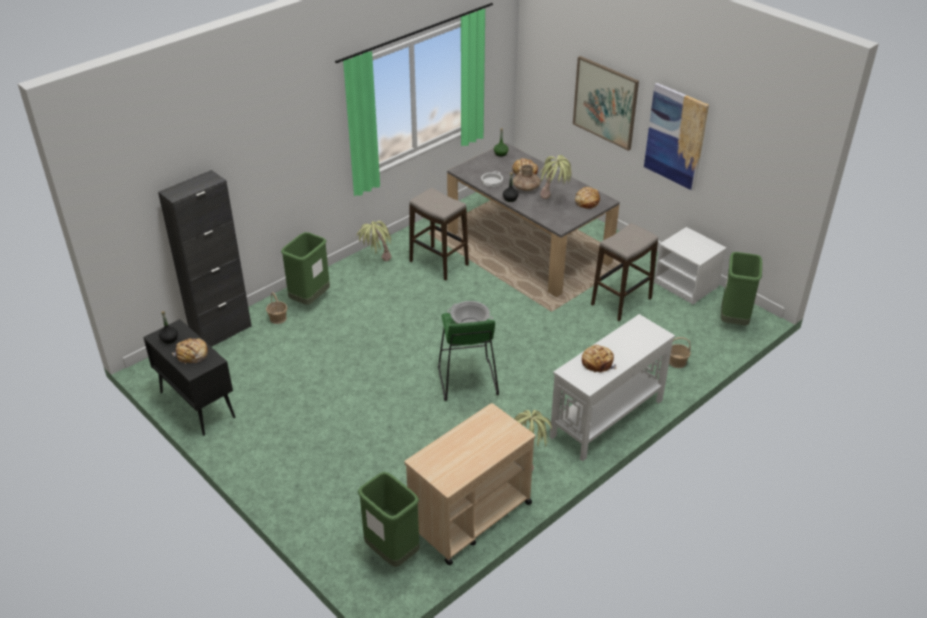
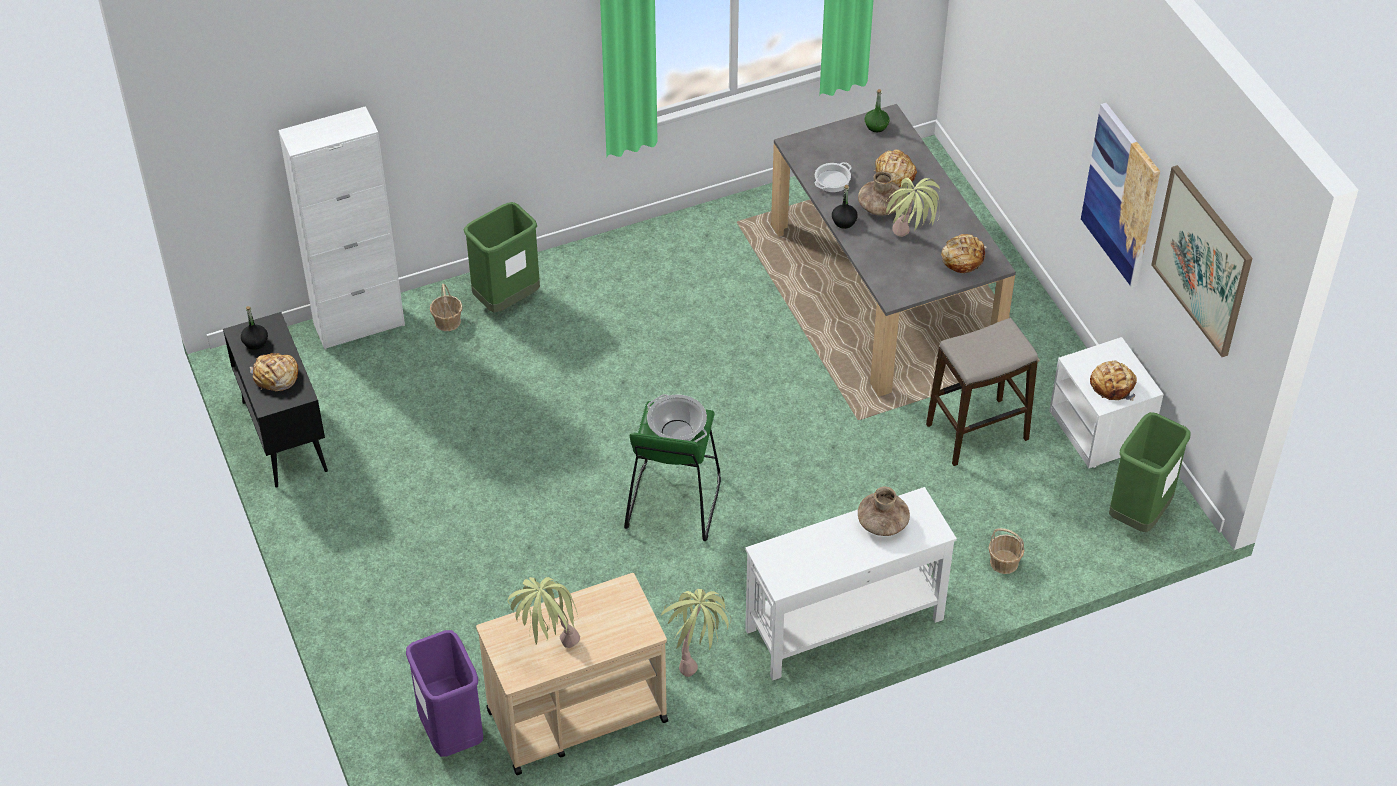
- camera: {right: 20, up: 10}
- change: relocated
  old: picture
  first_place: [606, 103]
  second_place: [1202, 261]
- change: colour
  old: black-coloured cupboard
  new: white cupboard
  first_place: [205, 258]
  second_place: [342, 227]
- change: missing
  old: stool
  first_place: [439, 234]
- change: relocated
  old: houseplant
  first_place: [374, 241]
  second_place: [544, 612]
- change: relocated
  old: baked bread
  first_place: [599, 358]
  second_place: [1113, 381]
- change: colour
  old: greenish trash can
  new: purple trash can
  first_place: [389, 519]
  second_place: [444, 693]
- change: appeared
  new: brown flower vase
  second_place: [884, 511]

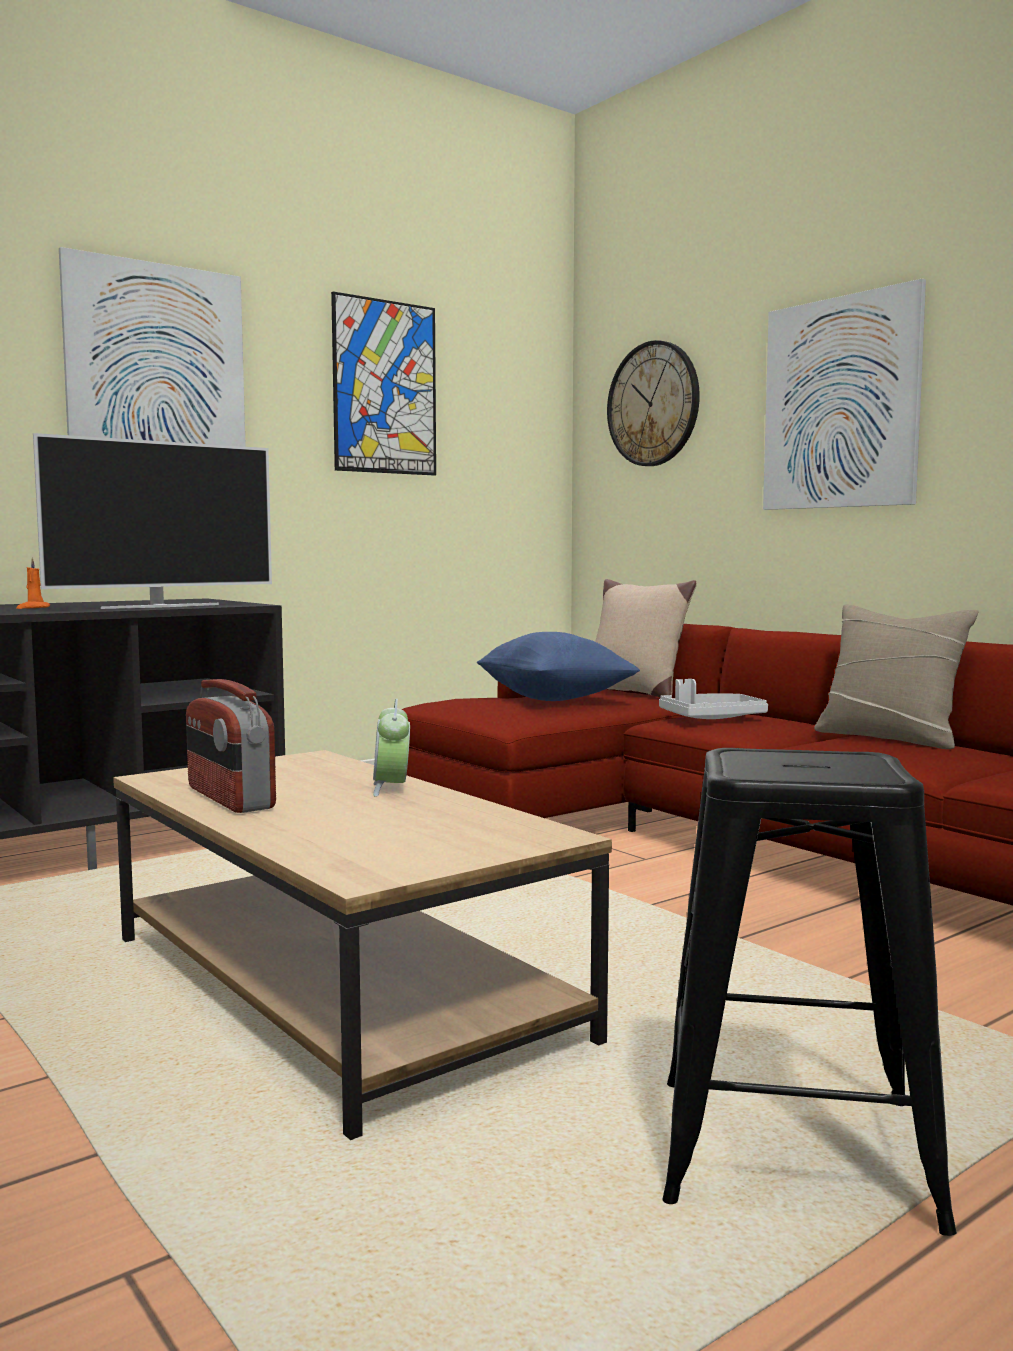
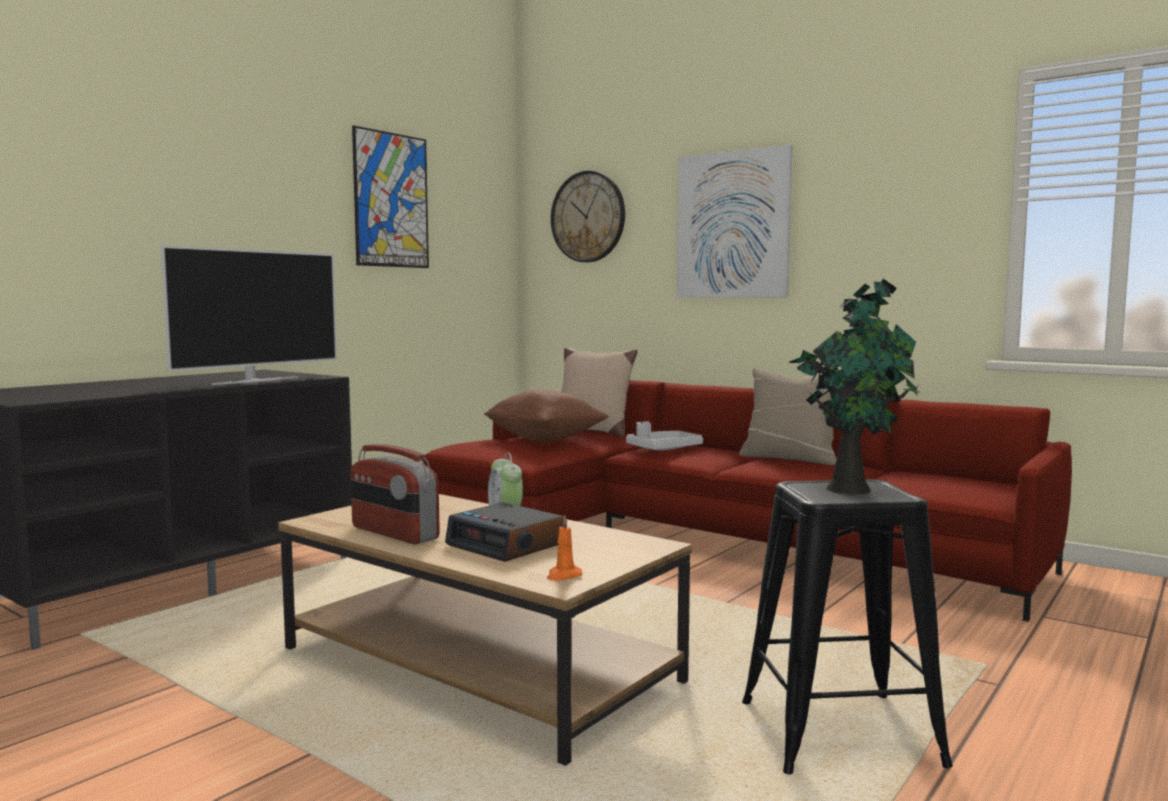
- camera: {right: -15, up: 0}
- change: missing
  old: picture
  first_place: [152, 347]
- change: relocated
  old: orange wax light
  first_place: [33, 583]
  second_place: [564, 548]
- change: colour
  old: blue-coloured cushion
  new: brown cushion
  first_place: [558, 666]
  second_place: [546, 415]
- change: appeared
  new: houseplant
  second_place: [855, 386]
- change: appeared
  new: bedside clock
  second_place: [506, 532]

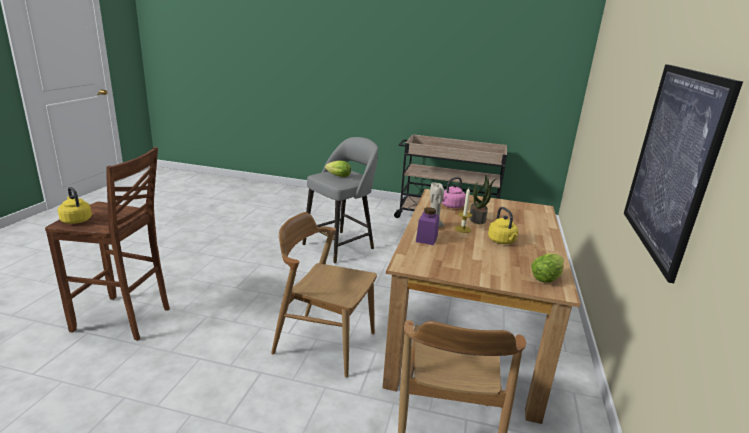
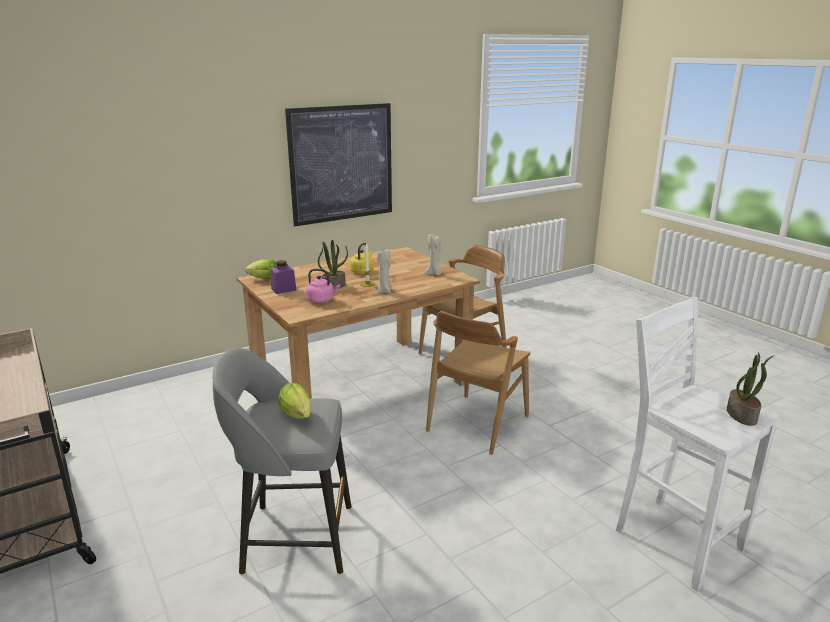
- camera: {right: -135, up: 0}
- change: colour
  old: brown stool
  new: white stool
  first_place: [107, 244]
  second_place: [697, 444]
- change: exchanged
  old: yellowish kettle
  new: houseplant
  first_place: [75, 205]
  second_place: [750, 389]
- change: relocated
  old: purple storage jar
  first_place: [427, 226]
  second_place: [283, 277]
- change: spun
  old: brown plain chair
  first_place: [324, 295]
  second_place: [478, 383]
  degrees: 60
- change: relocated
  old: lettuce
  first_place: [547, 268]
  second_place: [261, 269]
- change: appeared
  new: beige wax light
  second_place: [434, 254]

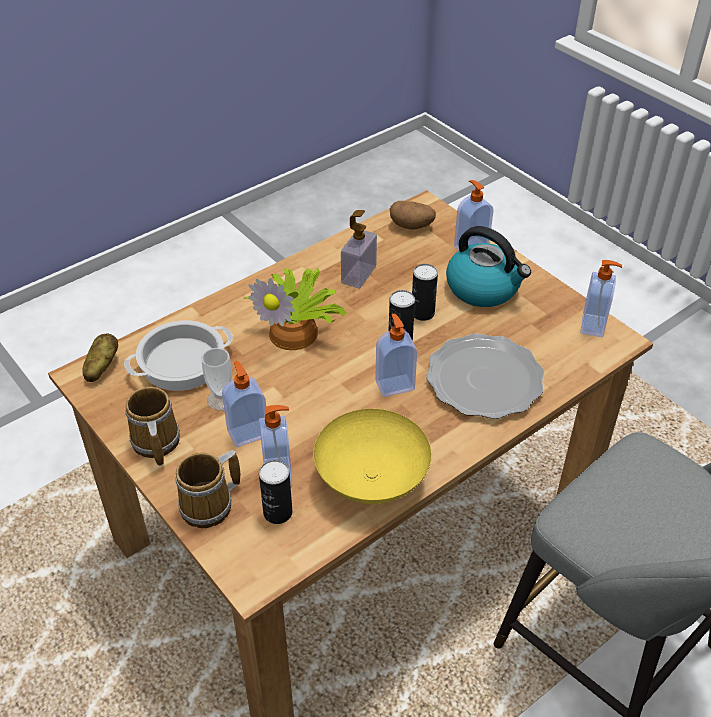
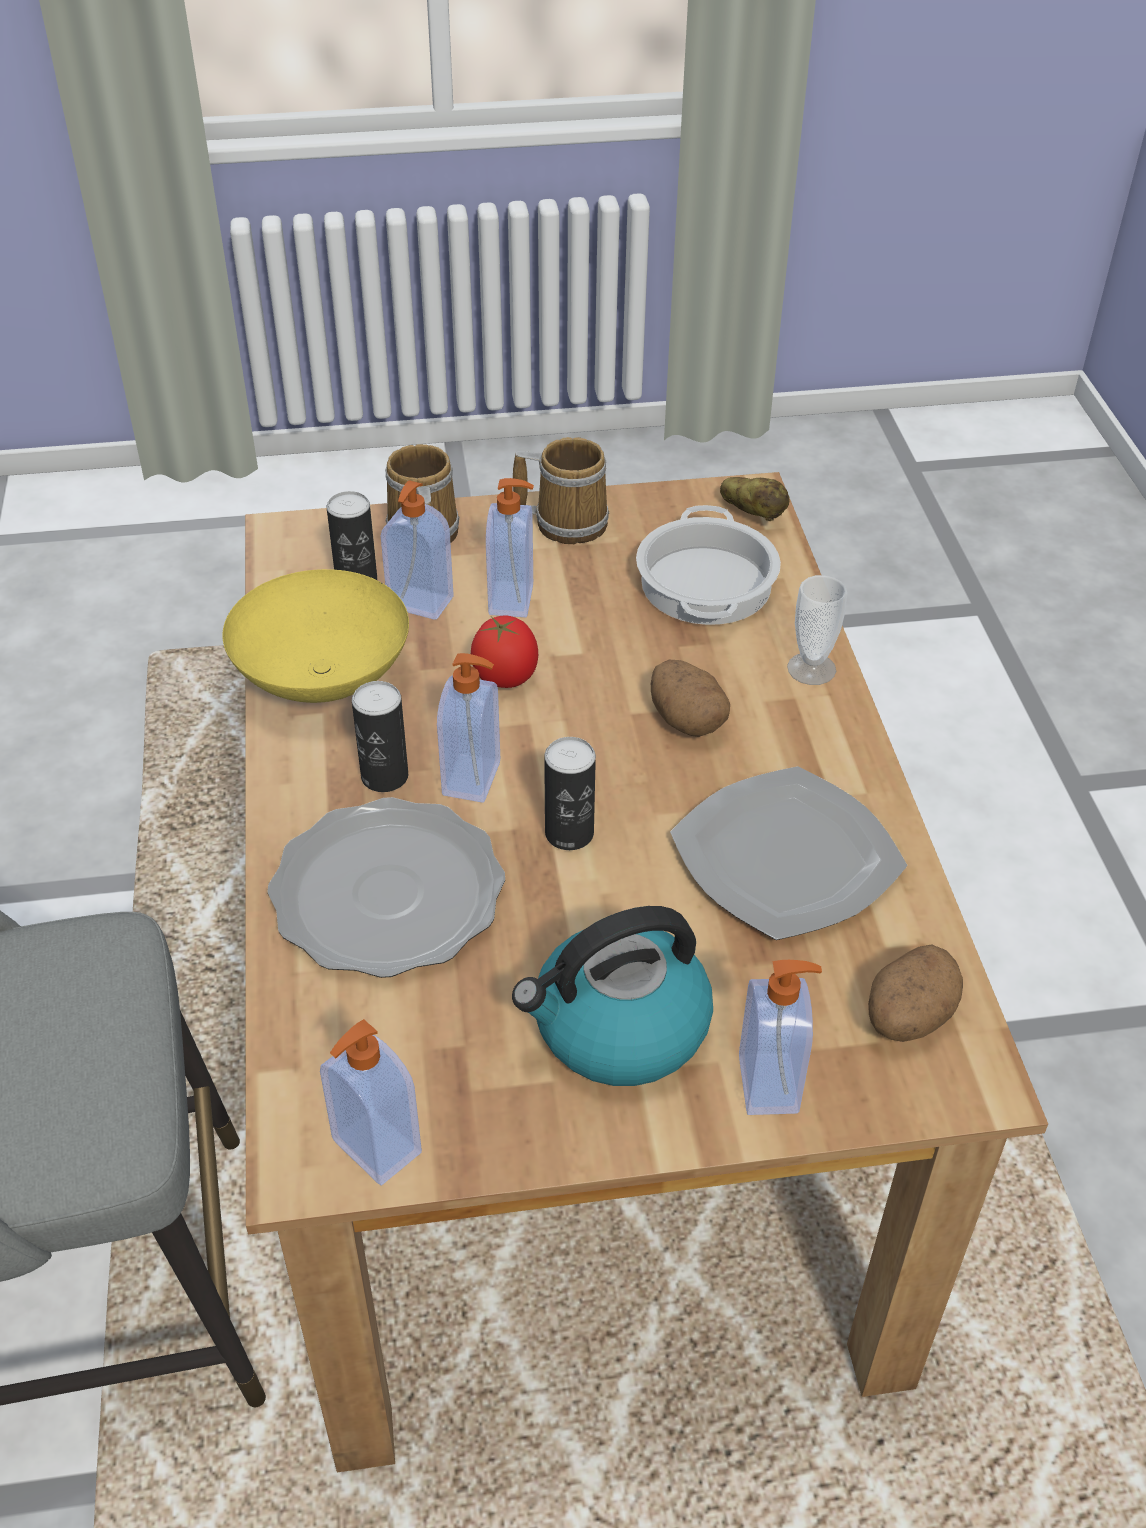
- camera: {right: 120, up: 0}
- change: exchanged
  old: soap dispenser
  new: dinner plate
  first_place: [359, 249]
  second_place: [789, 853]
- change: relocated
  old: metal can
  first_place: [425, 292]
  second_place: [380, 736]
- change: exchanged
  old: houseplant
  new: spud
  first_place: [296, 309]
  second_place: [690, 698]
- change: relocated
  old: small cup
  first_place: [216, 379]
  second_place: [817, 630]
- change: appeared
  new: whole tomato
  second_place: [504, 651]

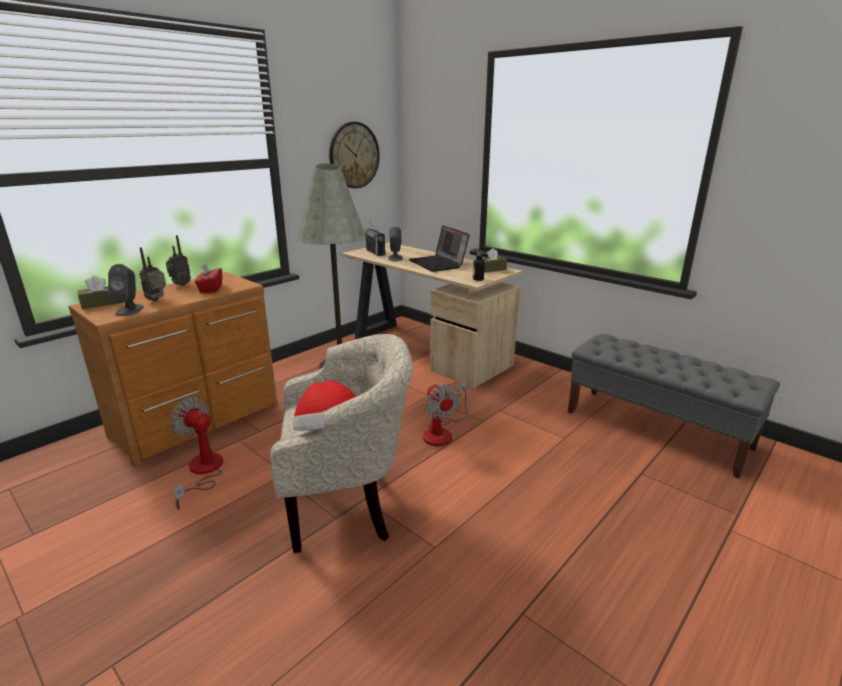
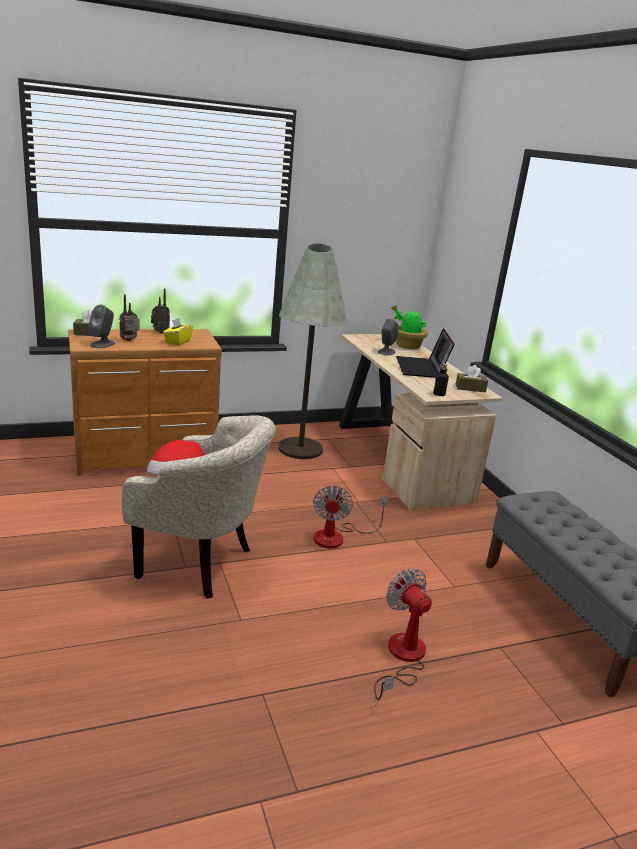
- camera: {right: 25, up: 0}
- change: missing
  old: clock on the wall
  first_place: [354, 155]
- change: missing
  old: radio set
  first_place: [375, 239]
- change: colour
  old: red tissue holder
  new: yellowish tissue holder
  first_place: [208, 278]
  second_place: [178, 331]
- change: relocated
  old: cooling fan
  first_place: [196, 453]
  second_place: [403, 634]
- change: appeared
  new: houseplant
  second_place: [409, 326]

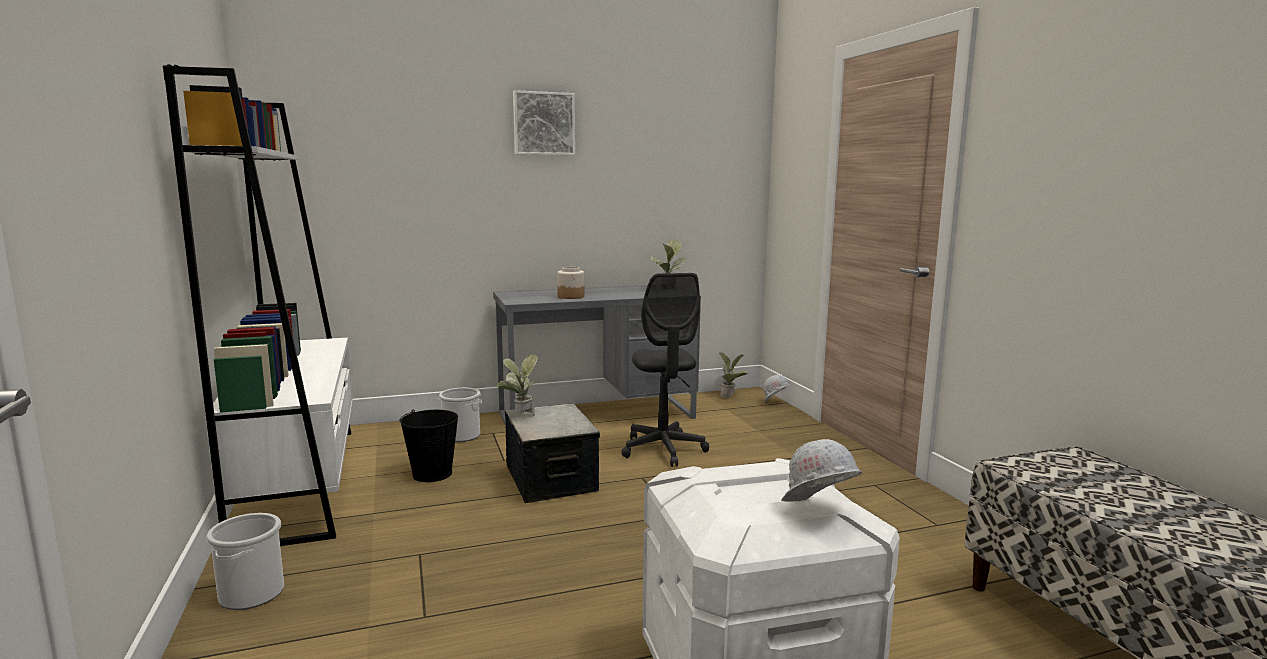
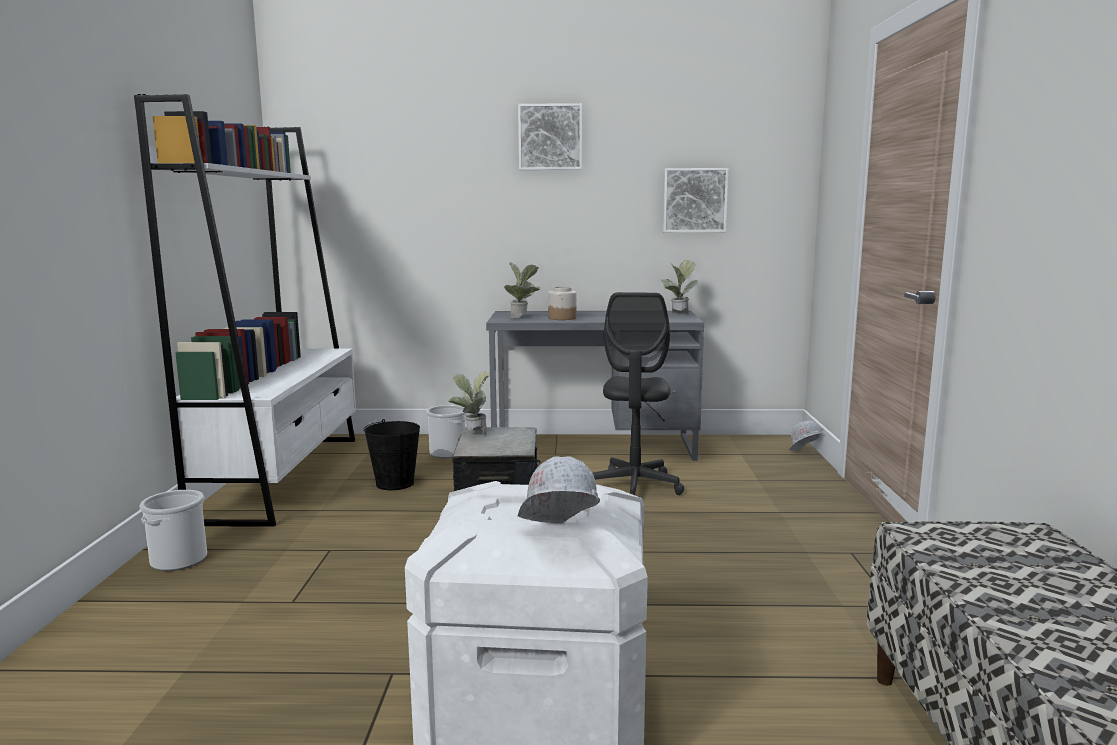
- camera: {right: 20, up: 0}
- change: relocated
  old: houseplant
  first_place: [733, 375]
  second_place: [522, 290]
- change: appeared
  new: picture
  second_place: [696, 200]

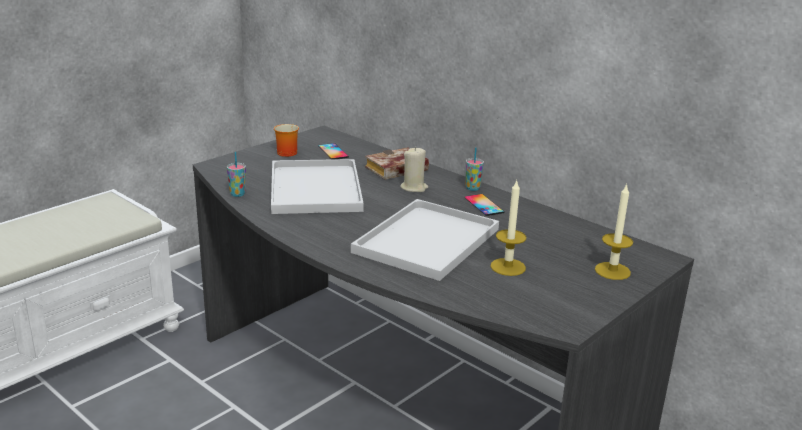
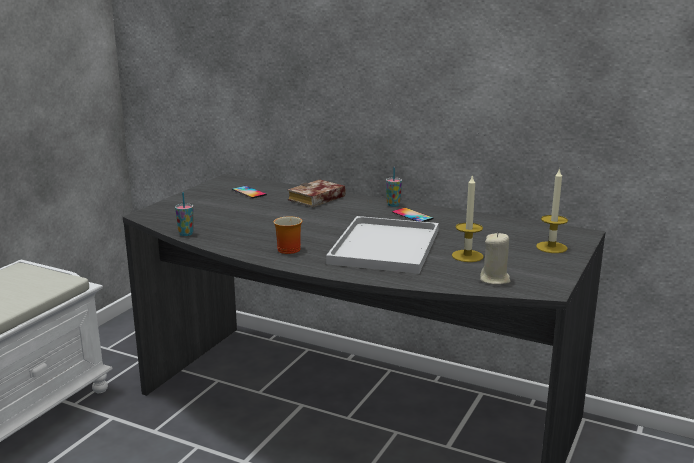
- camera: {right: -15, up: -5}
- change: relocated
  old: coffee mug
  first_place: [286, 140]
  second_place: [287, 235]
- change: relocated
  old: beige wax light
  first_place: [414, 169]
  second_place: [495, 258]
- change: missing
  old: white carrying tray
  first_place: [317, 186]

